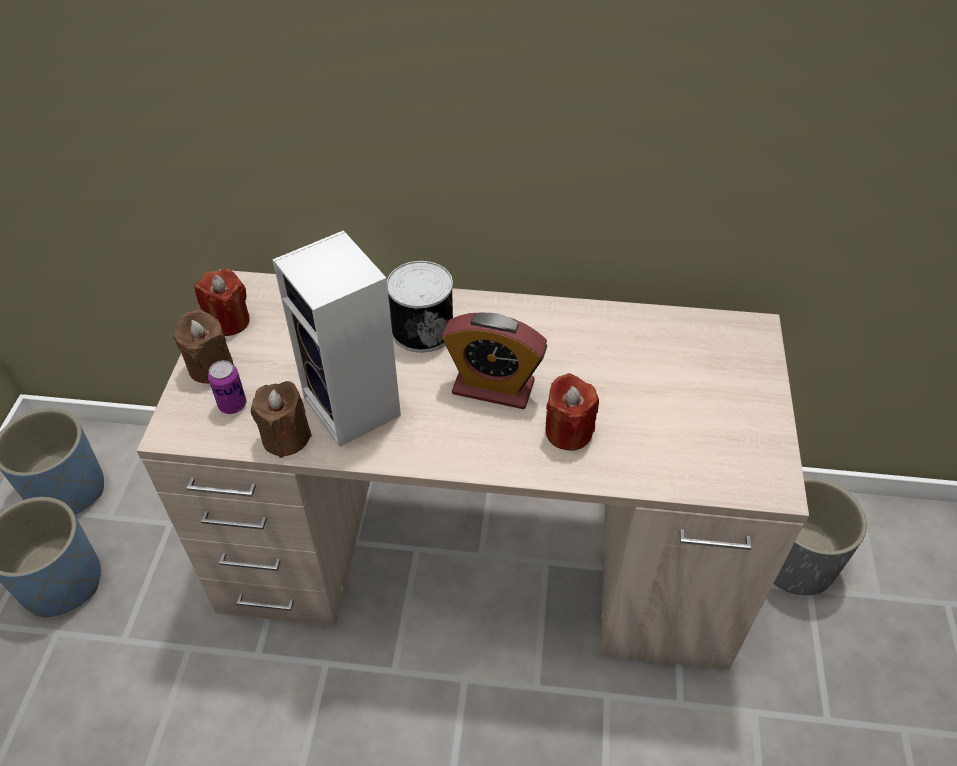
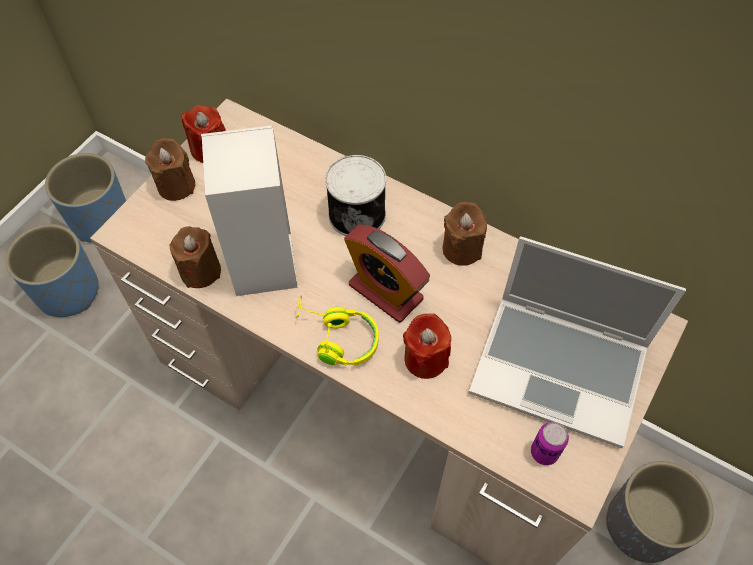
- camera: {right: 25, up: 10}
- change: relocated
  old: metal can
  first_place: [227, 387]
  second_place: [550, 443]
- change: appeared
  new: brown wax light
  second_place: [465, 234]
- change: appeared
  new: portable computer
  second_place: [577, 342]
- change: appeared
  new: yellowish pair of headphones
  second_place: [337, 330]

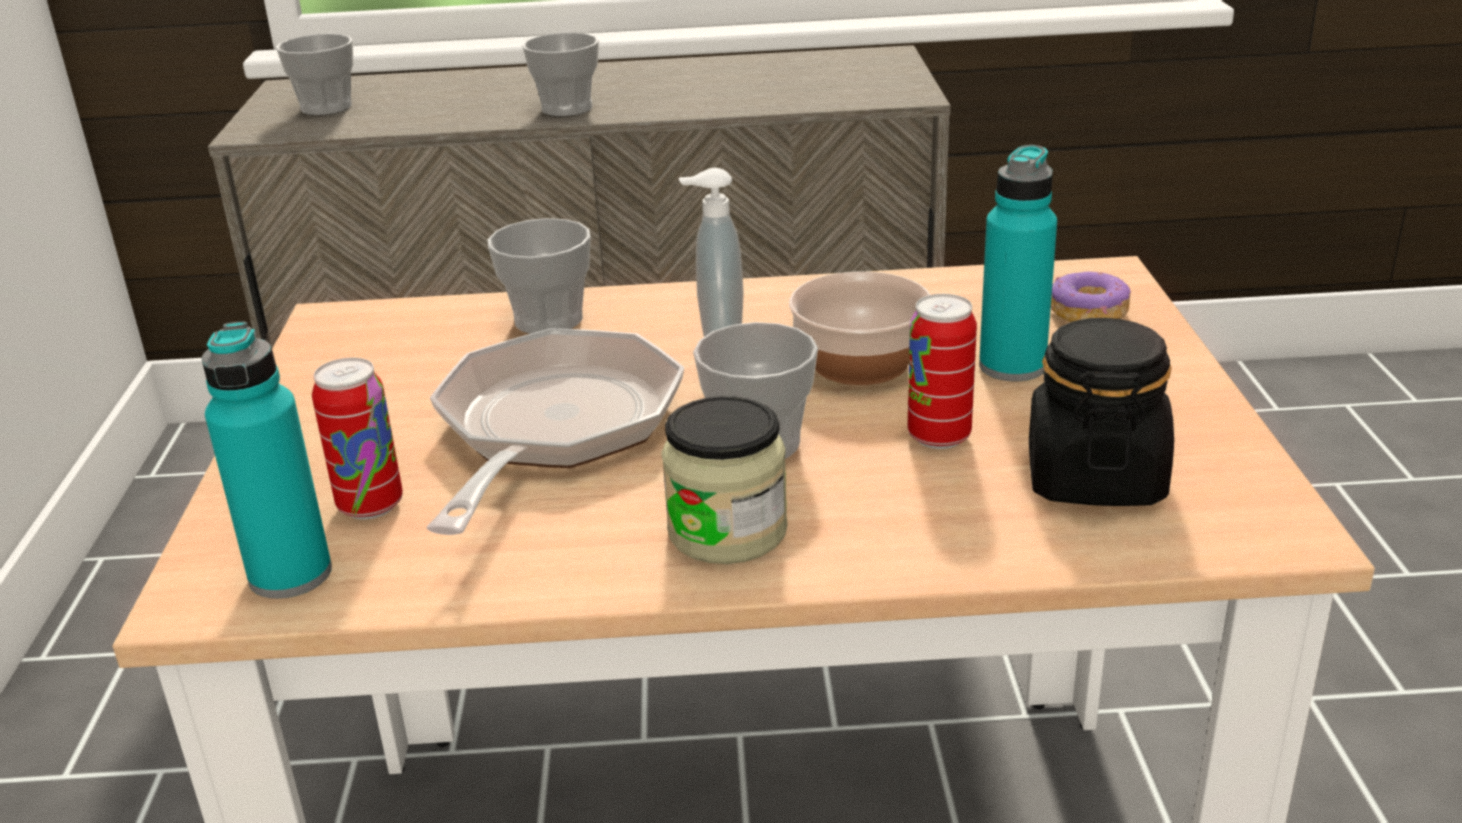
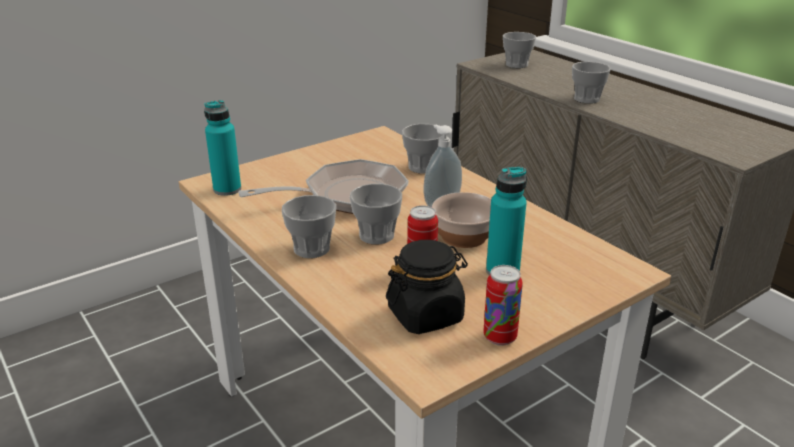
- camera: {right: 55, up: 0}
- change: missing
  old: doughnut
  first_place: [1091, 297]
- change: relocated
  old: metal can
  first_place: [357, 438]
  second_place: [503, 305]
- change: exchanged
  old: storage jar
  new: small cup
  first_place: [724, 480]
  second_place: [309, 226]

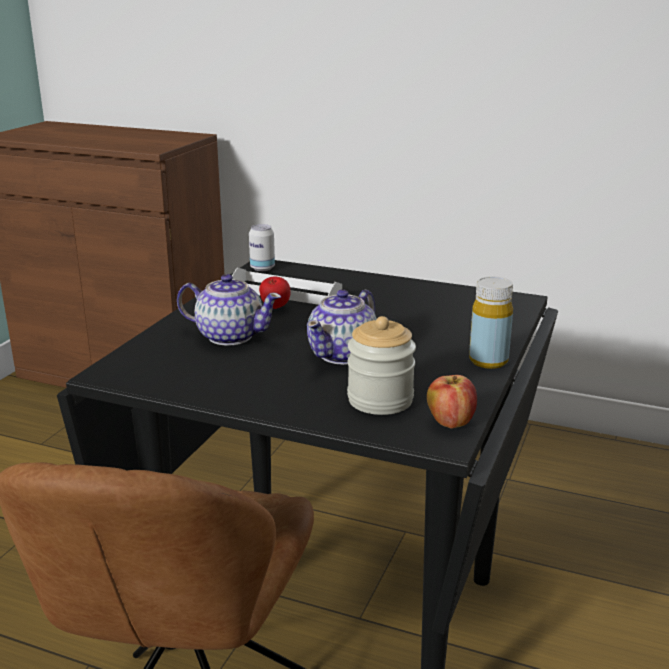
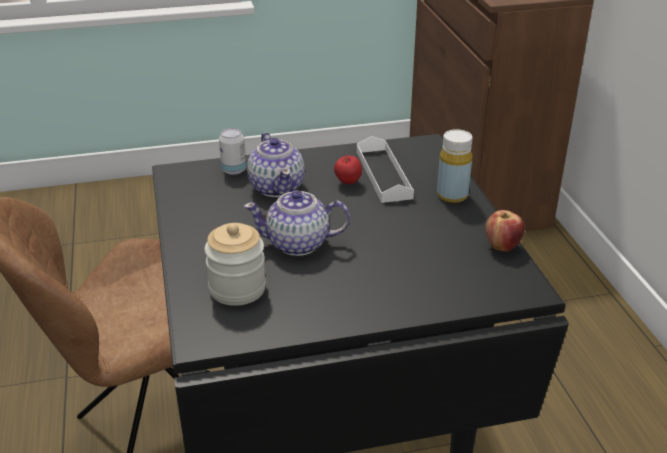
- camera: {right: 55, up: 10}
- change: relocated
  old: metal can
  first_place: [262, 247]
  second_place: [232, 151]
- change: relocated
  old: yellowish bottle
  first_place: [491, 322]
  second_place: [455, 166]
- change: relocated
  old: whole apple
  first_place: [452, 401]
  second_place: [505, 231]

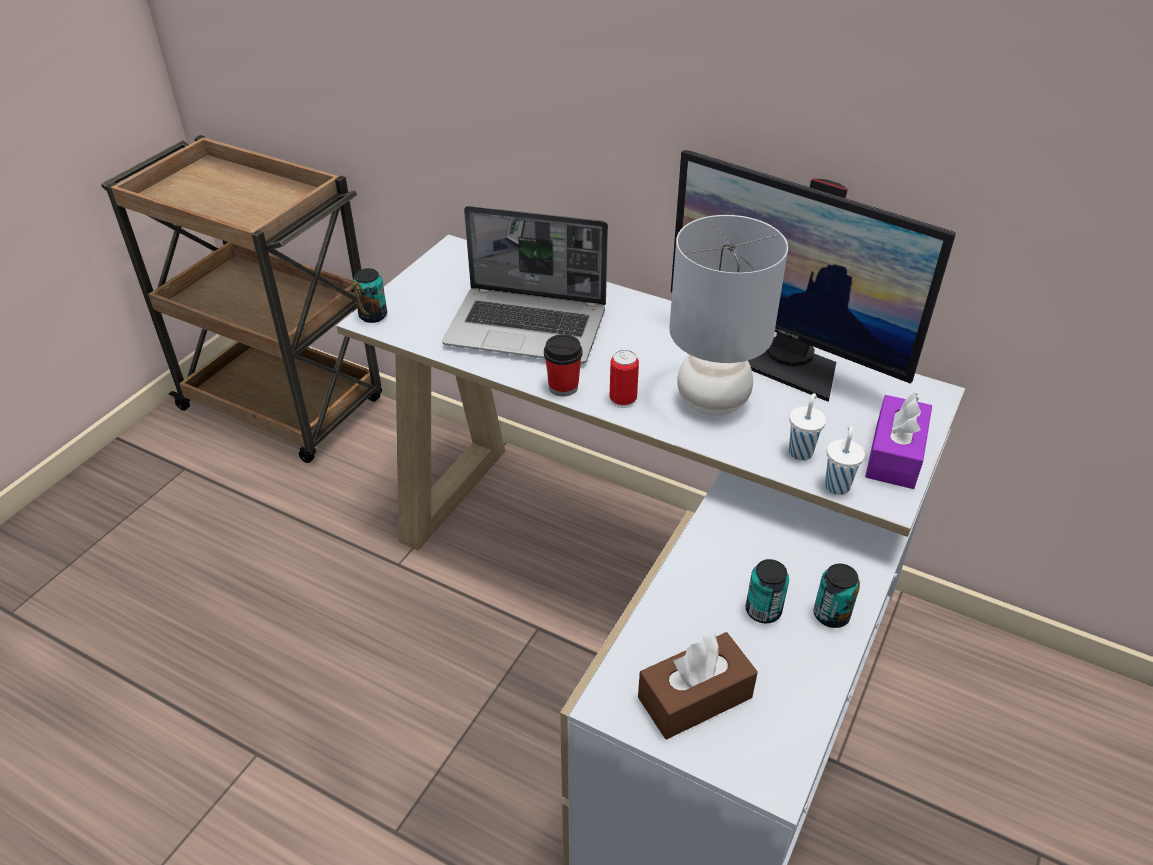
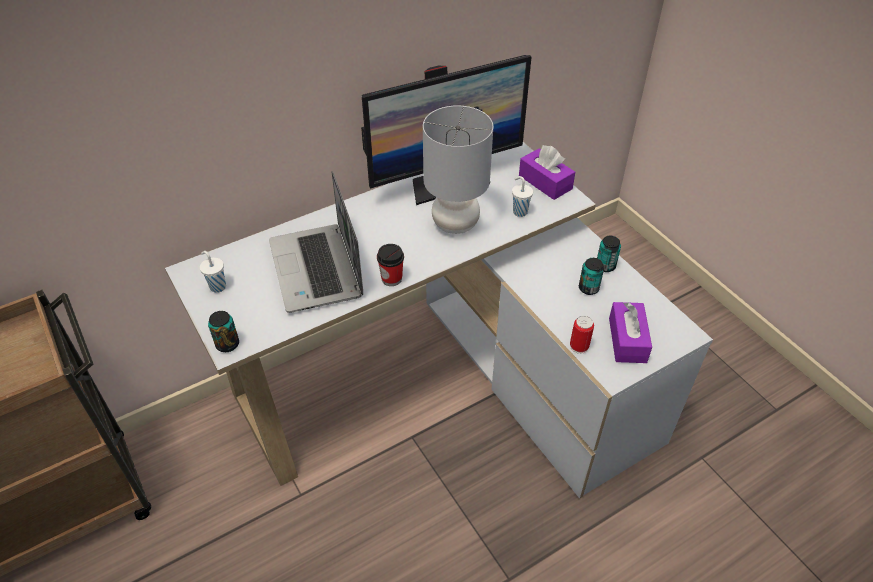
- camera: {right: -60, up: 5}
- change: spun
  old: portable computer
  first_place: [525, 284]
  second_place: [316, 242]
  degrees: 120
- change: relocated
  old: metal can
  first_place: [624, 379]
  second_place: [582, 335]
- change: relocated
  old: white small cup
  first_place: [845, 460]
  second_place: [213, 272]
- change: colour
  old: brown tissue holder
  new: purple tissue holder
  first_place: [698, 685]
  second_place: [630, 332]

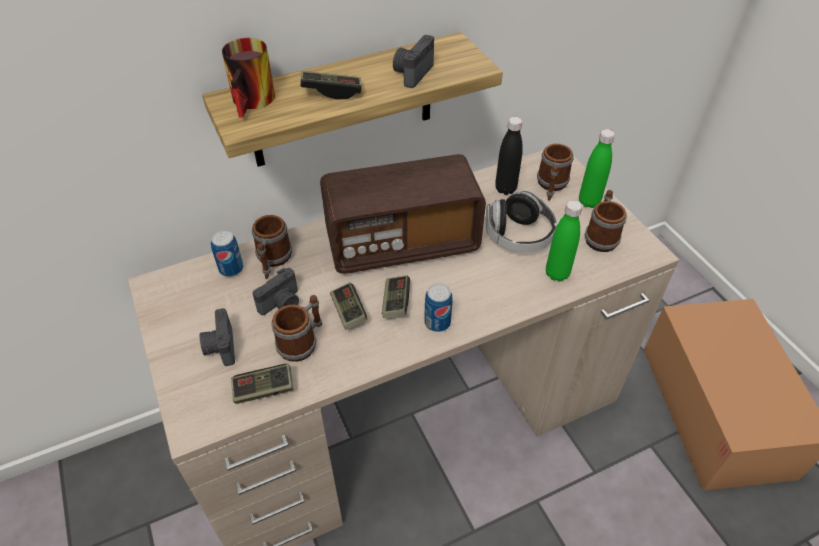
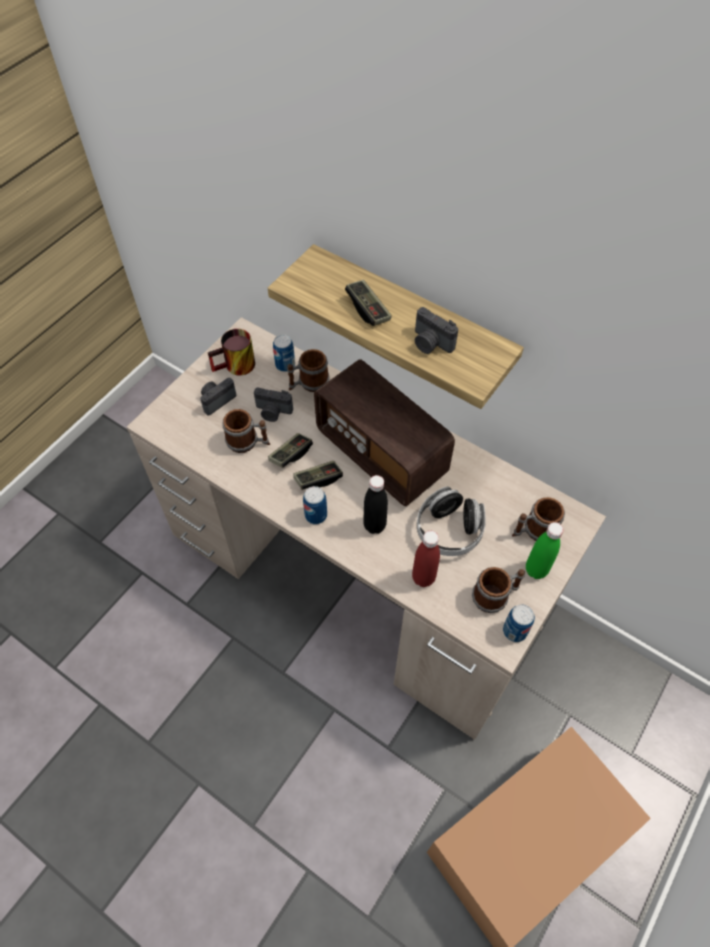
- camera: {right: 60, up: 10}
- change: spun
  old: photo camera
  first_place: [413, 61]
  second_place: [436, 330]
  degrees: -135
- change: relocated
  old: coffee mug
  first_place: [248, 78]
  second_place: [231, 352]
- change: relocated
  old: black-coloured bottle
  first_place: [509, 156]
  second_place: [375, 504]
- change: colour
  old: greenish bottle
  new: red bottle
  first_place: [564, 240]
  second_place: [426, 559]
- change: missing
  old: joypad
  first_place: [262, 384]
- change: appeared
  new: metal can
  second_place: [519, 623]

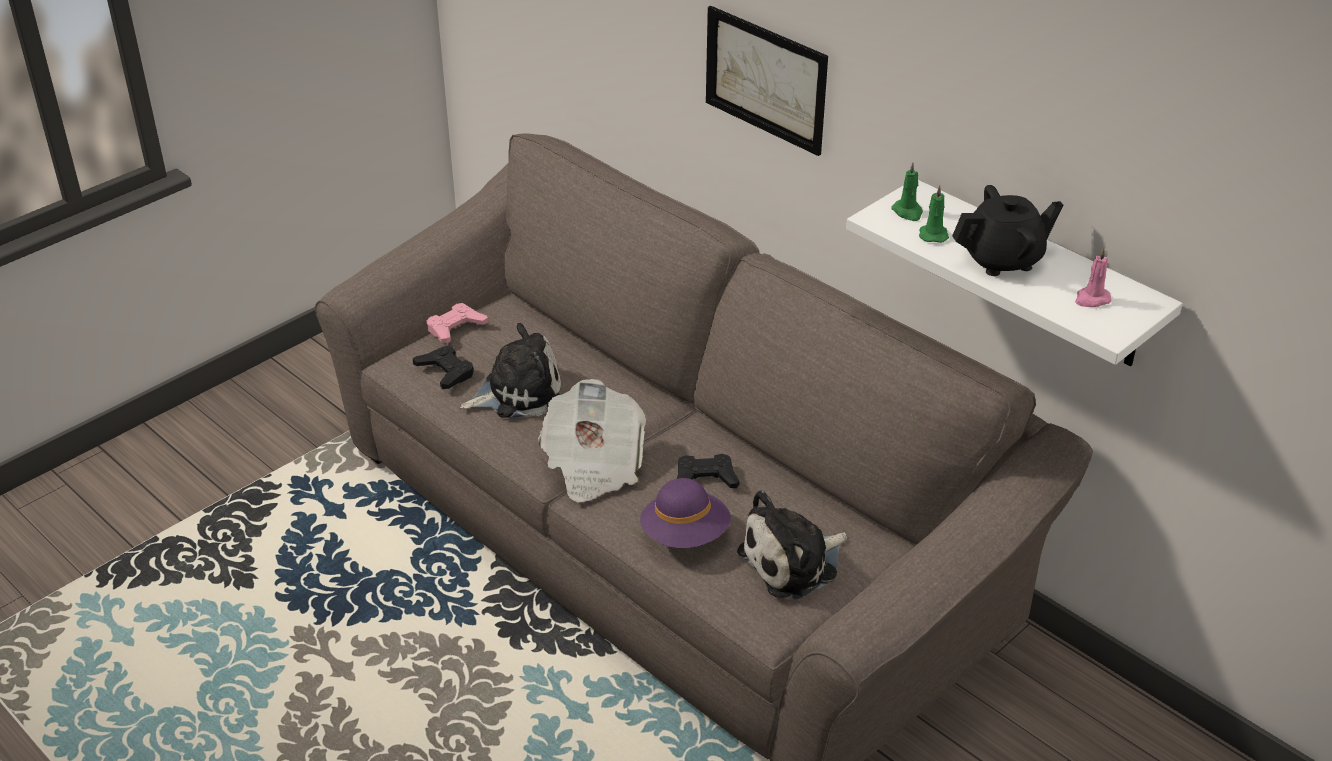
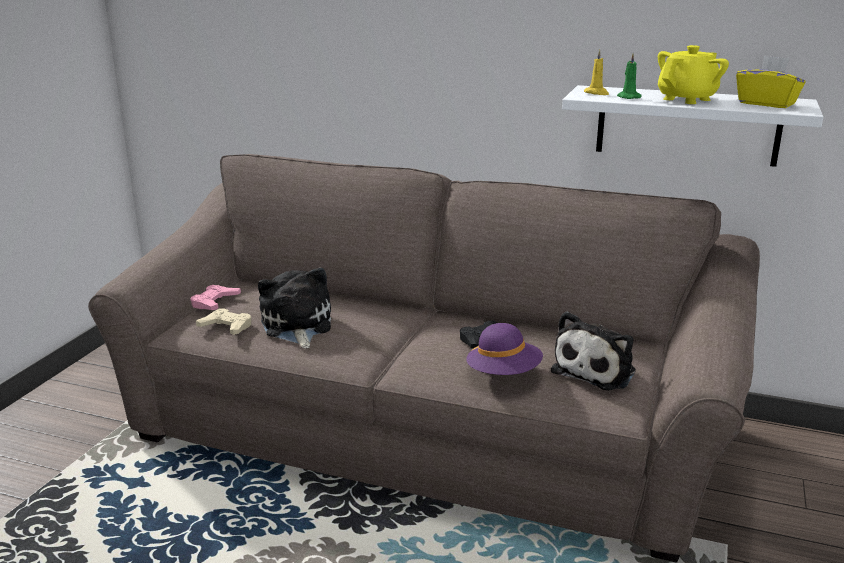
- camera: {right: -25, up: -15}
- change: missing
  old: picture
  first_place: [767, 81]
- change: colour
  old: greenish wax light
  new: yellowish wax light
  first_place: [907, 191]
  second_place: [596, 72]
- change: colour
  old: black-coloured pot for tea
  new: yellowish pot for tea
  first_place: [1007, 230]
  second_place: [693, 74]
- change: exchanged
  old: pinkish wax light
  new: yellowish tissue holder
  first_place: [1093, 277]
  second_place: [771, 82]
- change: spun
  old: soft toy
  first_place: [510, 370]
  second_place: [294, 308]
  degrees: -60
- change: colour
  old: black-coloured joypad
  new: beige joypad
  first_place: [443, 367]
  second_place: [223, 321]
- change: missing
  old: newspaper
  first_place: [592, 441]

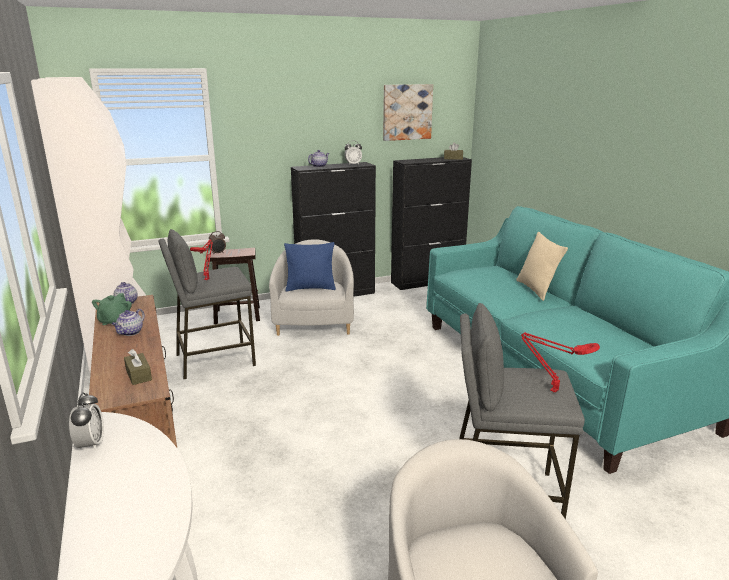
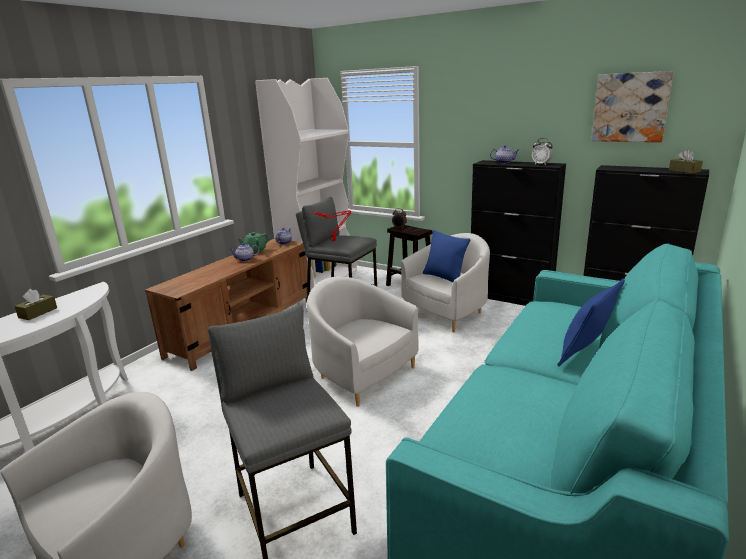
- camera: {right: 55, up: 0}
- change: colour
  old: beige cushion
  new: blue-coloured cushion
  first_place: [542, 266]
  second_place: [591, 322]
- change: missing
  old: red table lamp
  first_place: [560, 362]
- change: relocated
  old: brown tissue holder
  first_place: [138, 367]
  second_place: [35, 304]
- change: missing
  old: bedside clock
  first_place: [86, 421]
- change: appeared
  new: white easy chair
  second_place: [362, 341]

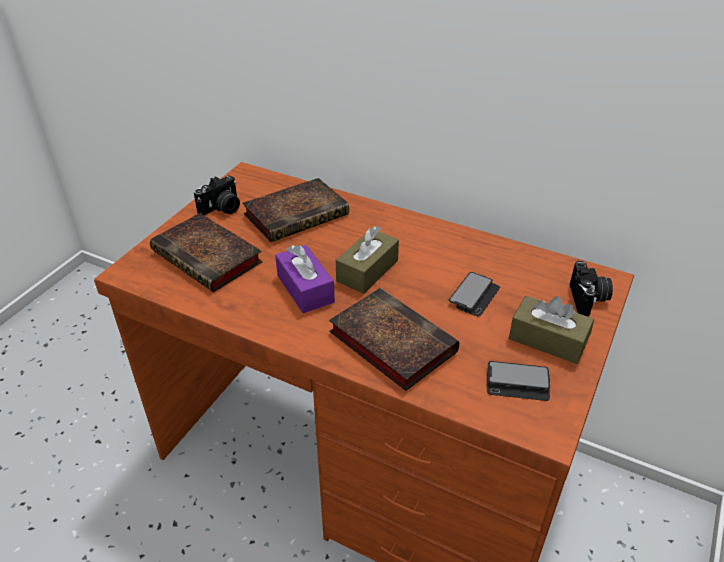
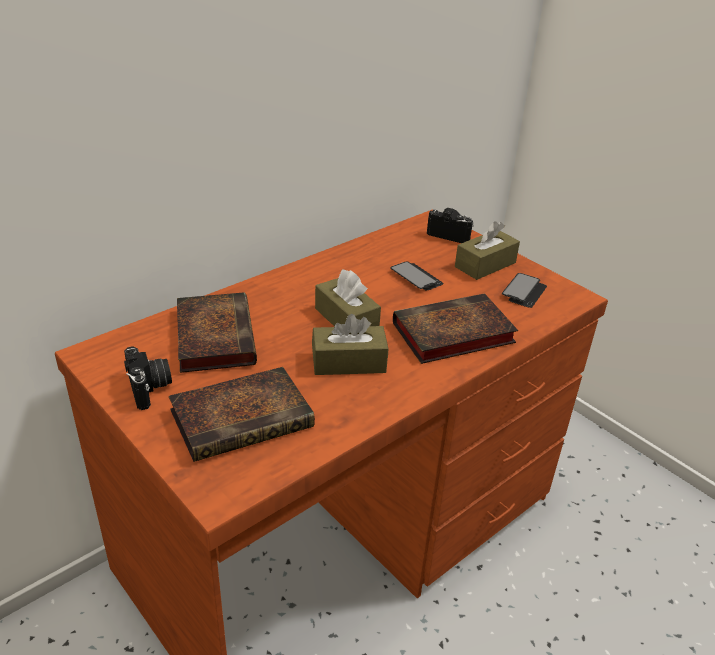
- camera: {right: -70, up: -5}
- change: colour
  old: purple tissue holder
  new: brown tissue holder
  first_place: [305, 279]
  second_place: [350, 344]

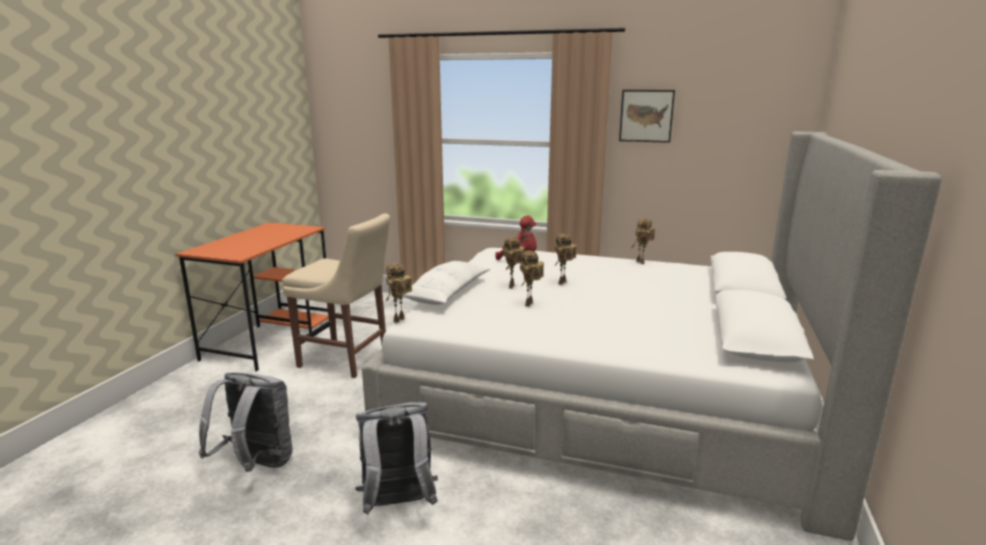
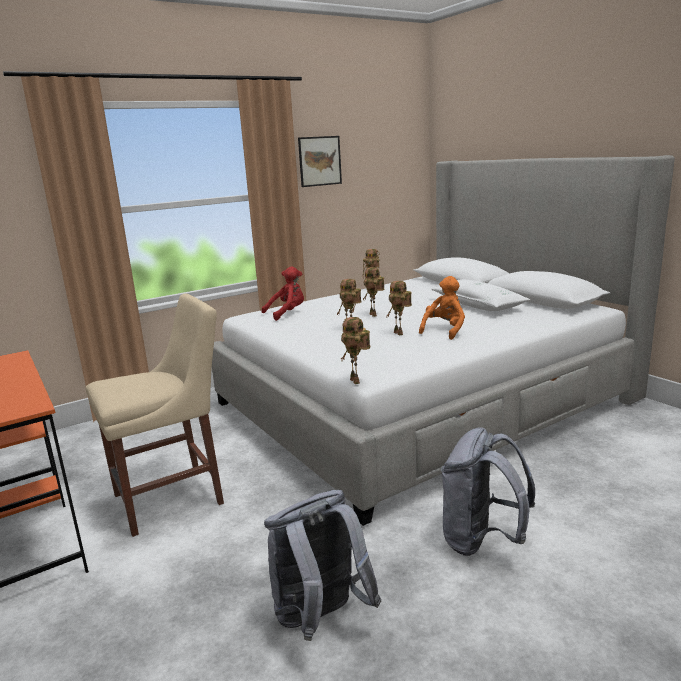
- camera: {right: -50, up: 0}
- change: relocated
  old: white cushion
  first_place: [446, 283]
  second_place: [480, 295]
- change: appeared
  new: orange soft toy
  second_place: [442, 308]

